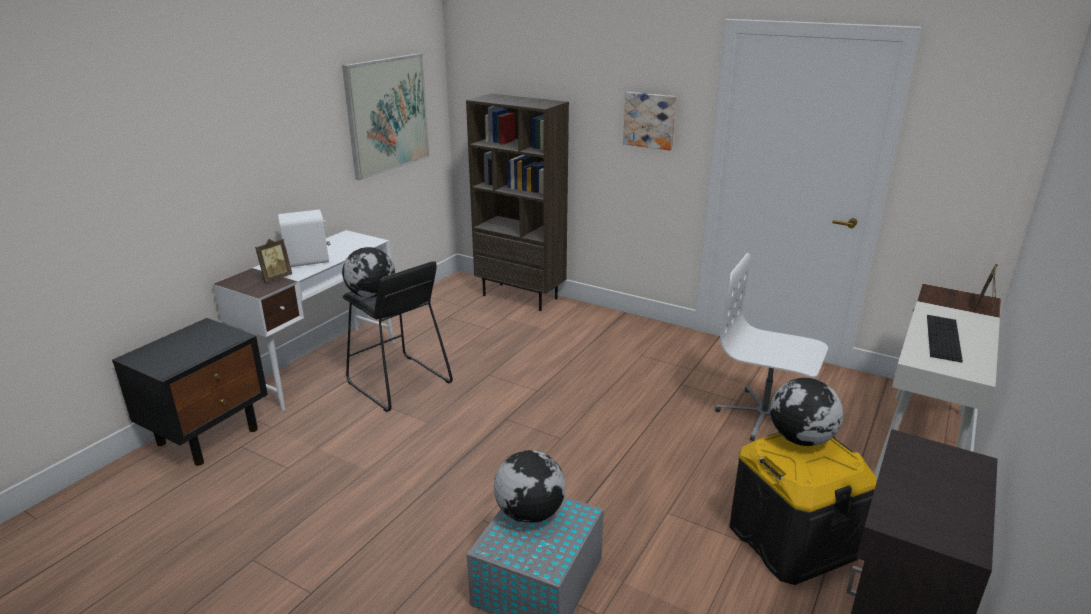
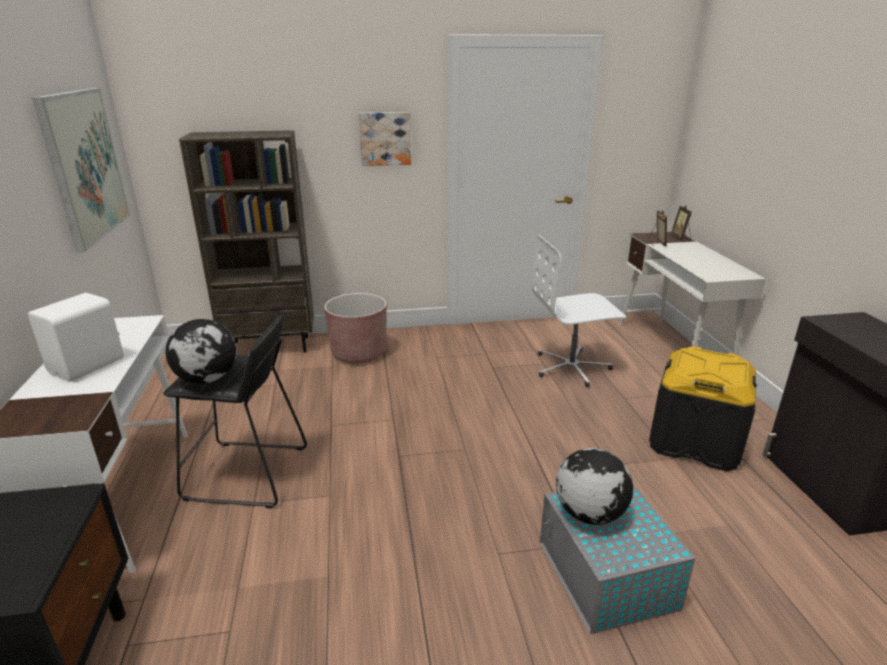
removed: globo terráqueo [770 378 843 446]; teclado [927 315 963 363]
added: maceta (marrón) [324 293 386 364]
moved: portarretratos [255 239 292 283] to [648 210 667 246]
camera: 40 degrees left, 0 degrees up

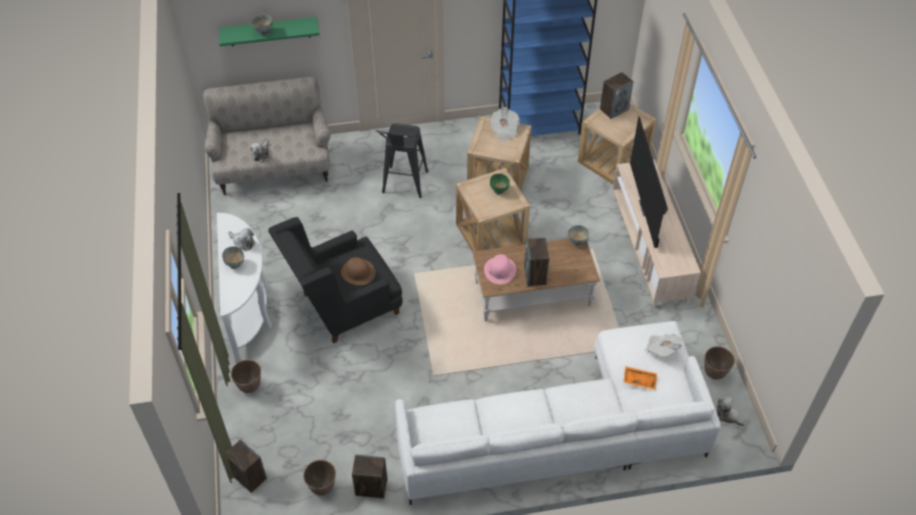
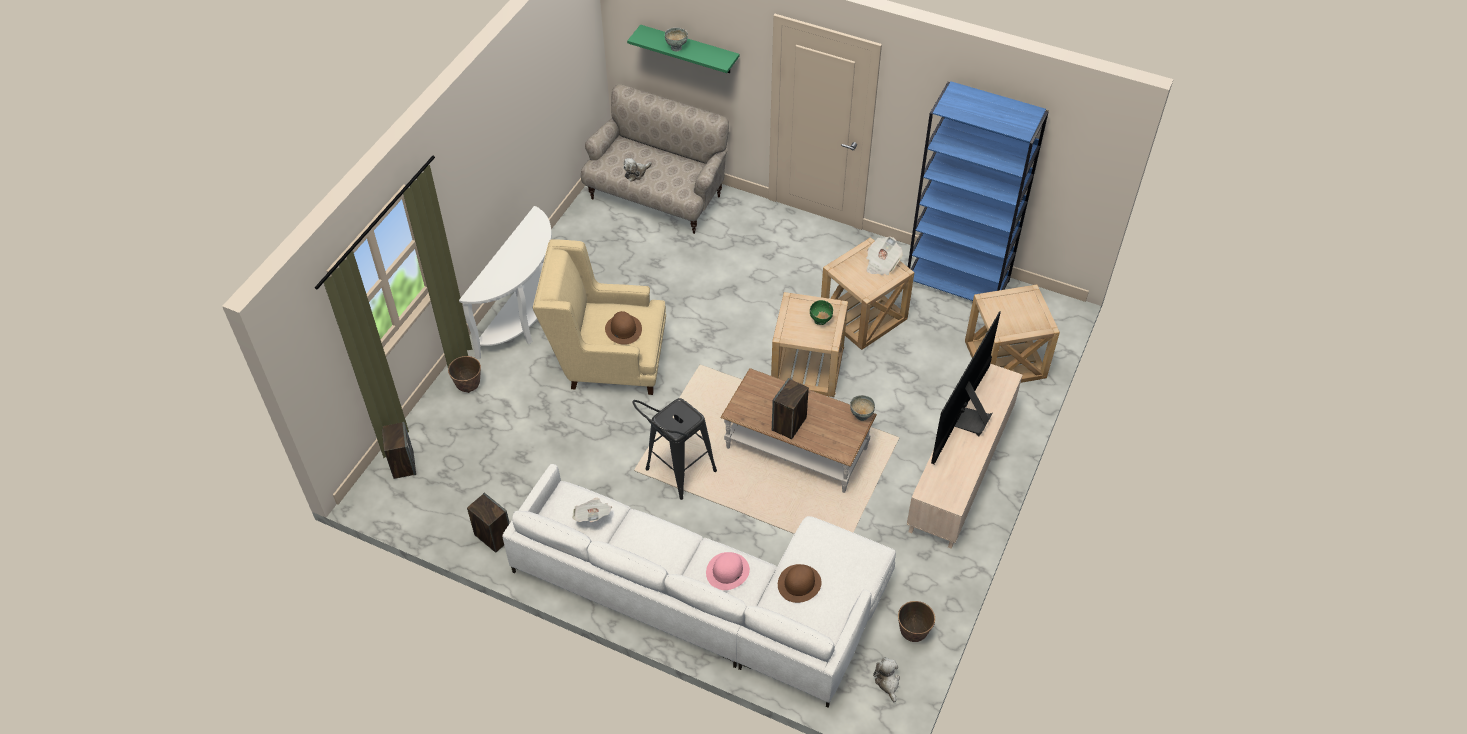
removed: cuenco (gris) [222 246 244 269]; peluche [228 228 256 251]; maceta [303 460 336 496]; altavoz [600 72 634 119]
moved: taburete (negro) [375 123 429 198] to [632 398 717 500]; sombrero (rosa) [484 254 516 284] to [706 552 750 590]; periódico [645 334 683 357] to [572 498 612 522]
replaced: bandeja (naranja) [624 366 657 390] to sombrero (marrón) [778 564 822 603]
recoloured: sillón (negro) [268 217 403 344] to sillón (beis) [533 239 666 395]
camera: 35 degrees right, 0 degrees up

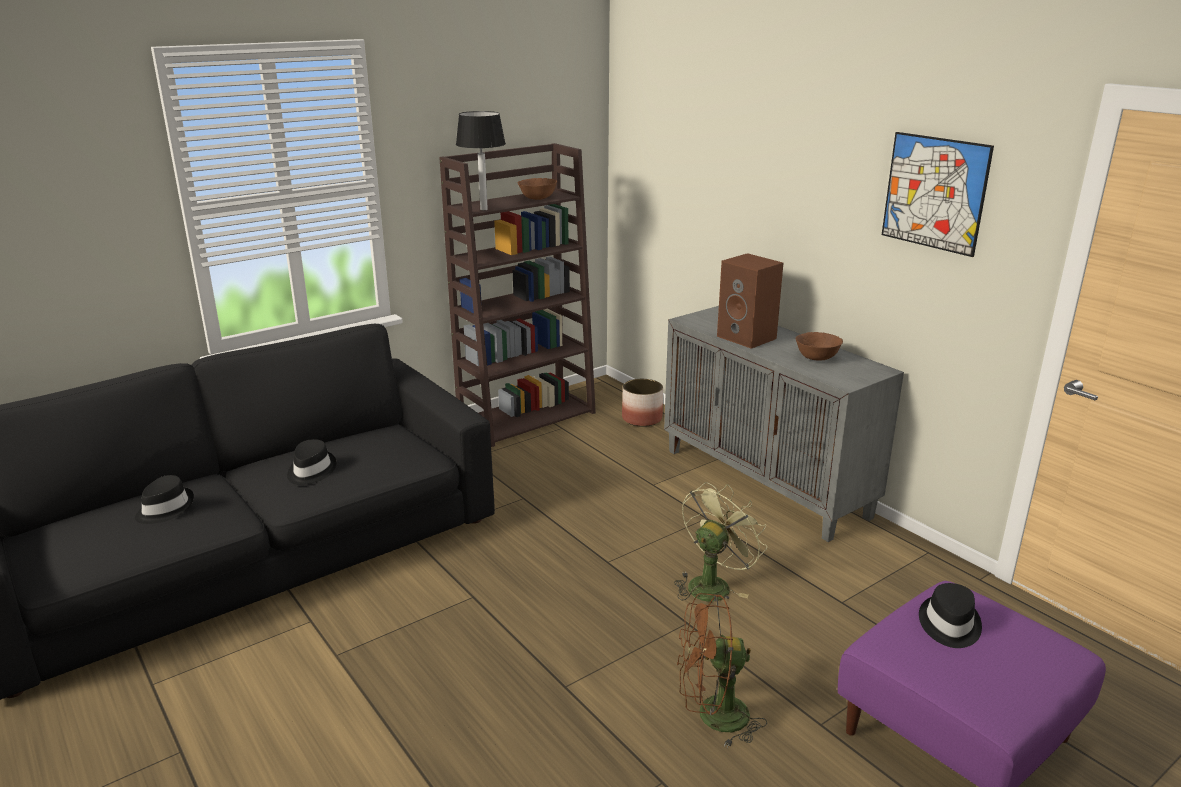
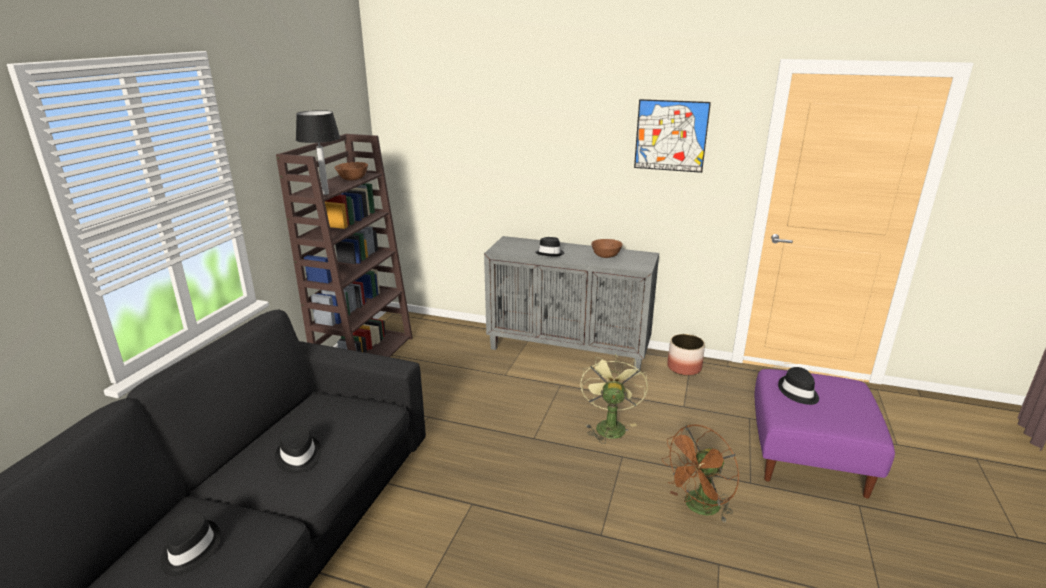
moved: maceta [622 379 663 427] to [667 334 705 376]
replaced: altavoz (marrón) [717 253 783 349] to sombrero (negro) [535 237 564 257]
camera: 35 degrees left, 0 degrees up

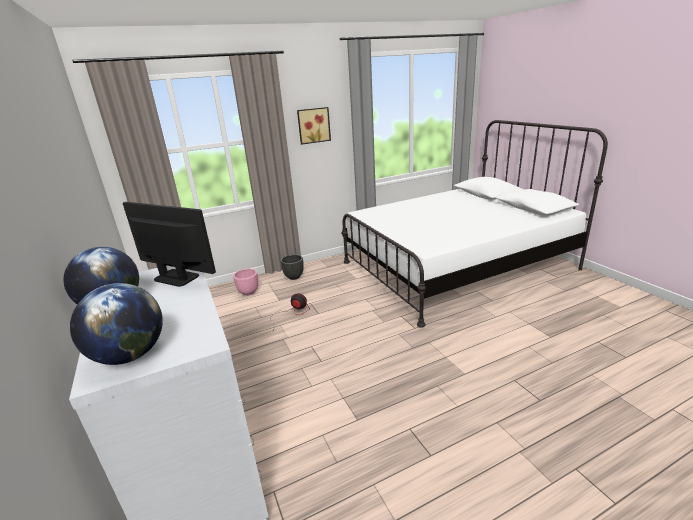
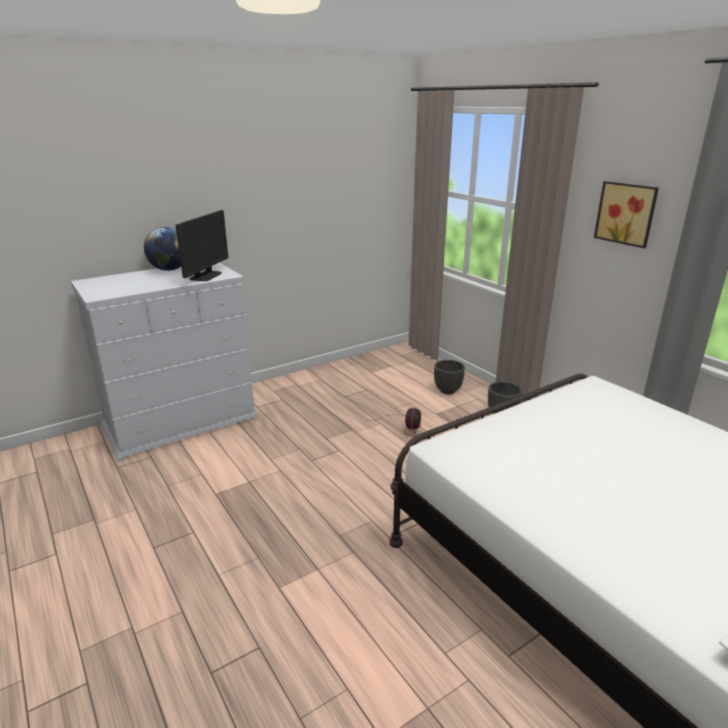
removed: globo terráqueo [70 283 163 365]
recoloured: maceta (rosa) [233 269 258 296] to maceta (negro) [434 360 465 394]
camera: 80 degrees right, 0 degrees up

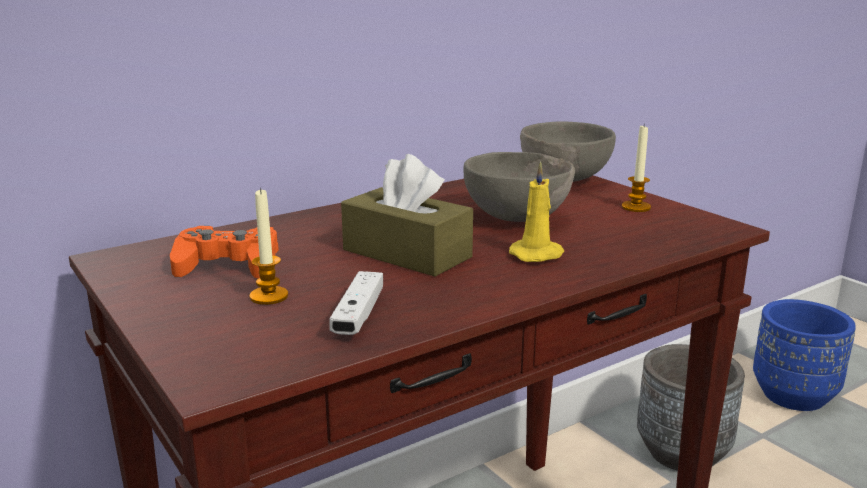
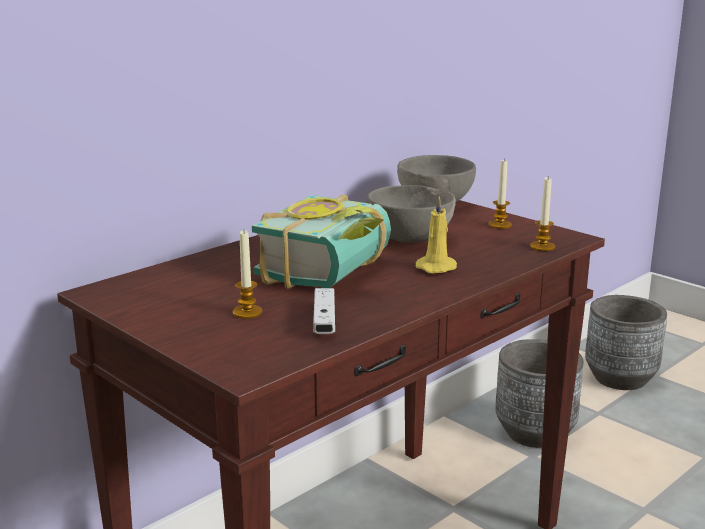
removed: mando de consola (naranja) [170 226 279 279]
added: vela [530 177 555 251]
replaced: caja de pañuelos (marrón) [341 154 473 277] to libro [252 195 391 289]
recoloured: maceta (azul) [753 299 856 411] to maceta (gris) [585 295 667 390]
camera: 10 degrees left, 0 degrees up

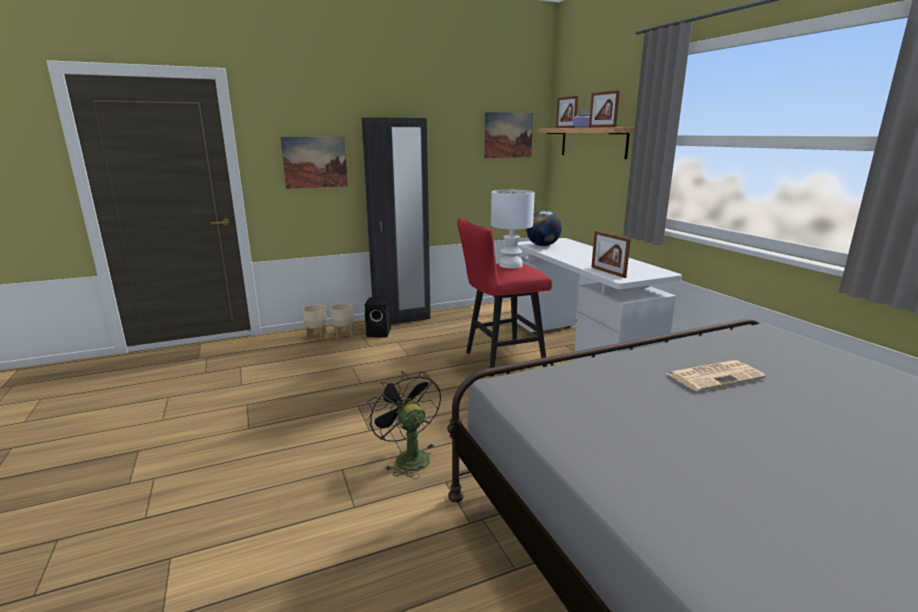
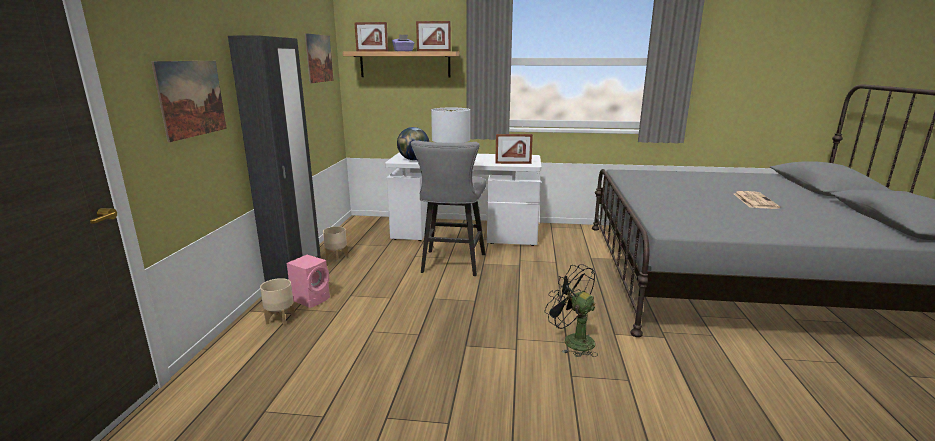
moved: maceta (beis) [303 305 327 340] to [323 226 348 262]; periódico [666 360 766 391] to [734 191 780 209]
recoloured: altavoz (negro) [364 297 391 337] to altavoz (rosa) [287 255 330 308]; taburete (rojo) [457 218 552 376] to taburete (gris) [411 140 486 276]
turned: ventilador (negro) [367 371 441 479] = [545 264 598 357] 45 degrees clockwise
camera: 60 degrees left, 0 degrees up

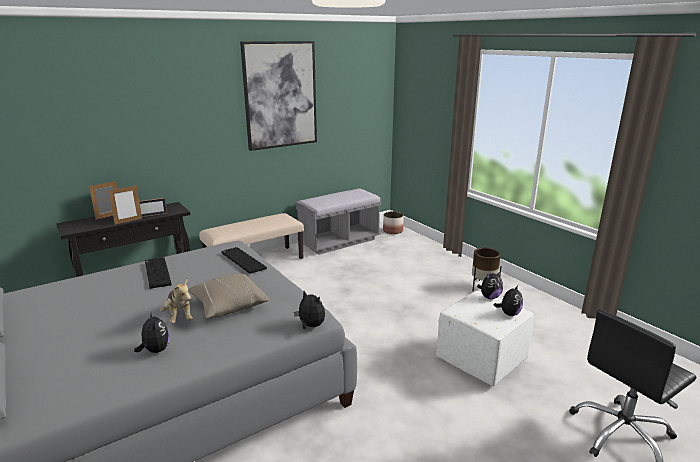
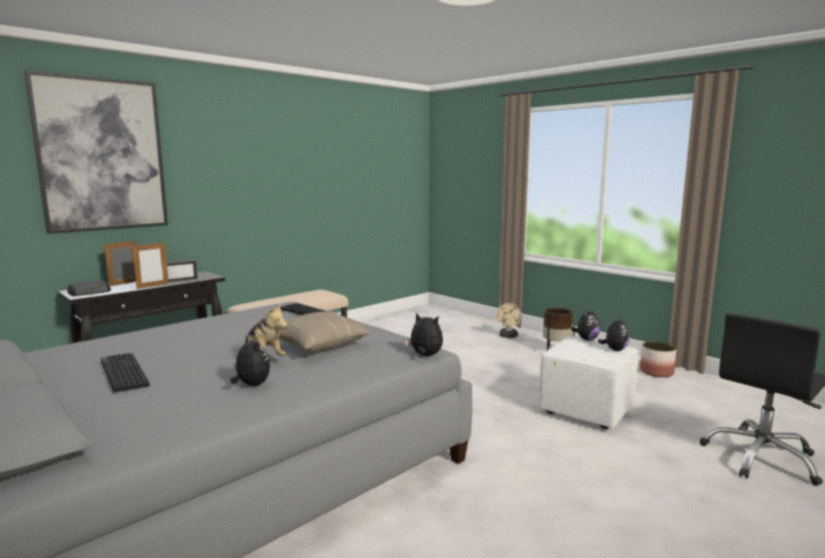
removed: banco (gris) [296 188 381 255]
added: radio [67 280 111 296]; ventilador (beis) [496 303 522 338]
moved: teclado [145 257 172 289] to [101 353 150 392]; cuadro [240 41 317 151] to [24 70 168 234]; maceta [383 212 404 234] to [640 341 676 377]
camera: 10 degrees left, 10 degrees down

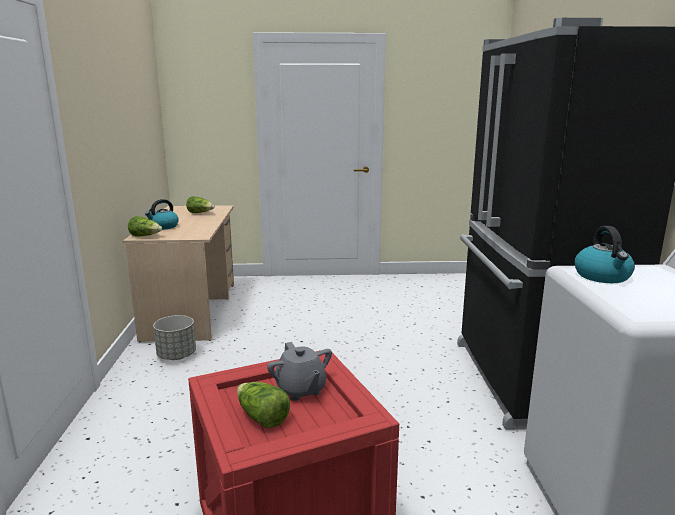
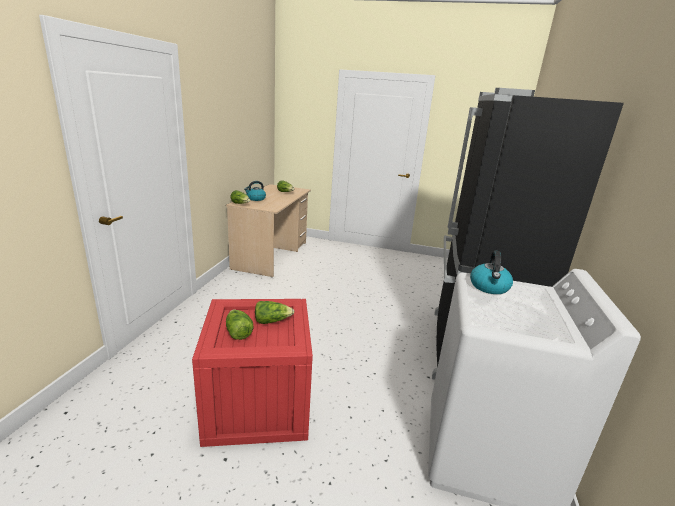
removed: maceta (gris) [153 315 196 360]
replaced: tetera (gris) [267 342 332 401] to lechuga [255 301 295 324]
camera: 15 degrees right, 5 degrees up

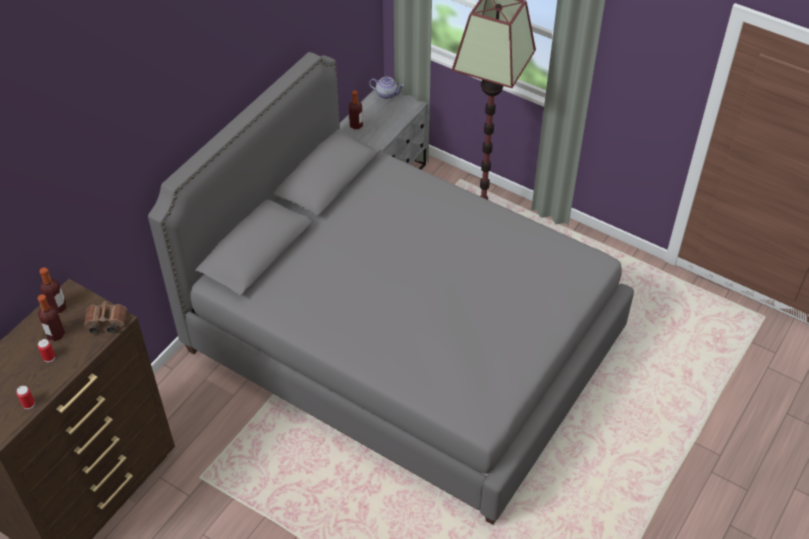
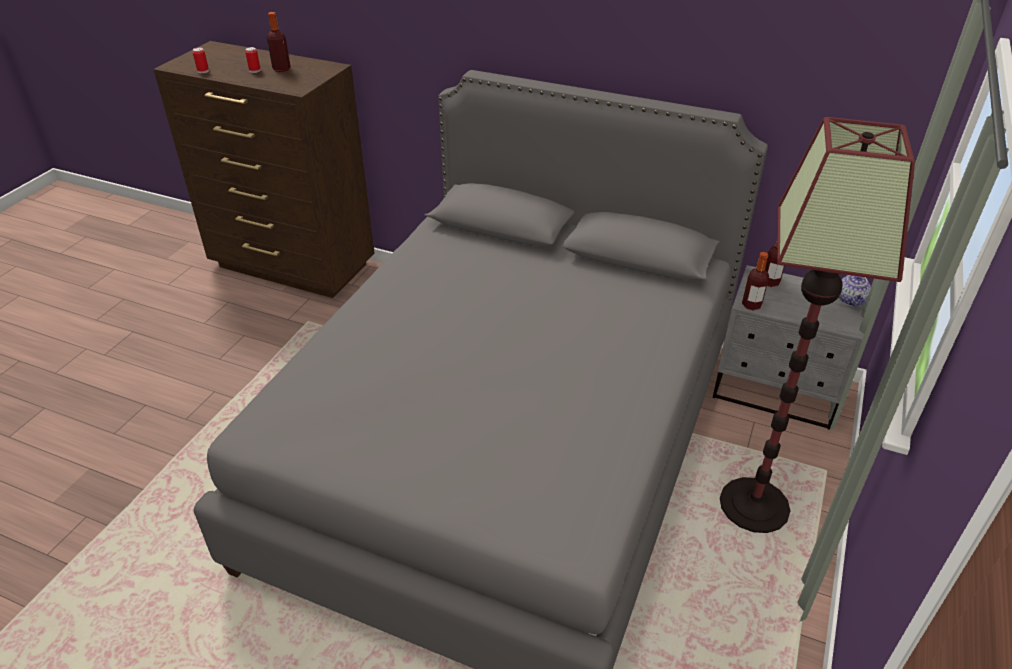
removed: prismáticos (marrón) [84 301 127 334]
moved: botella [40 267 66 314] to [742 252 769 310]
camera: 80 degrees right, 10 degrees down

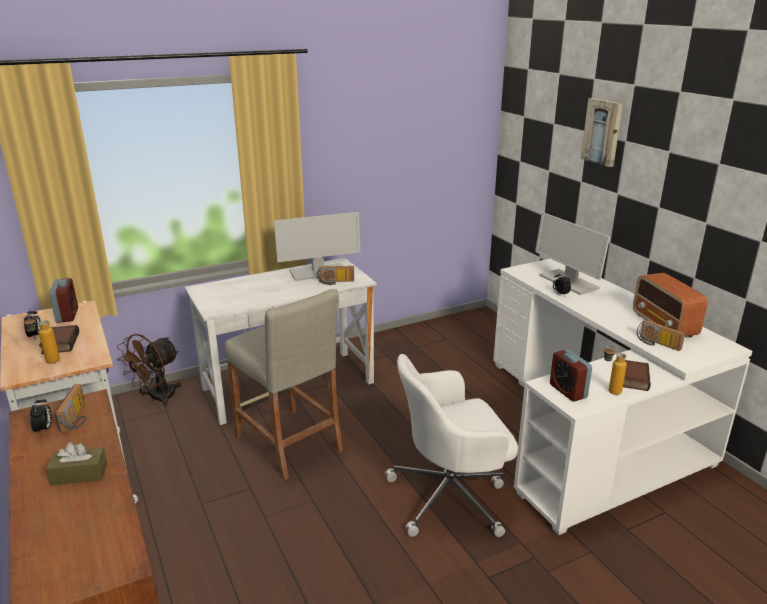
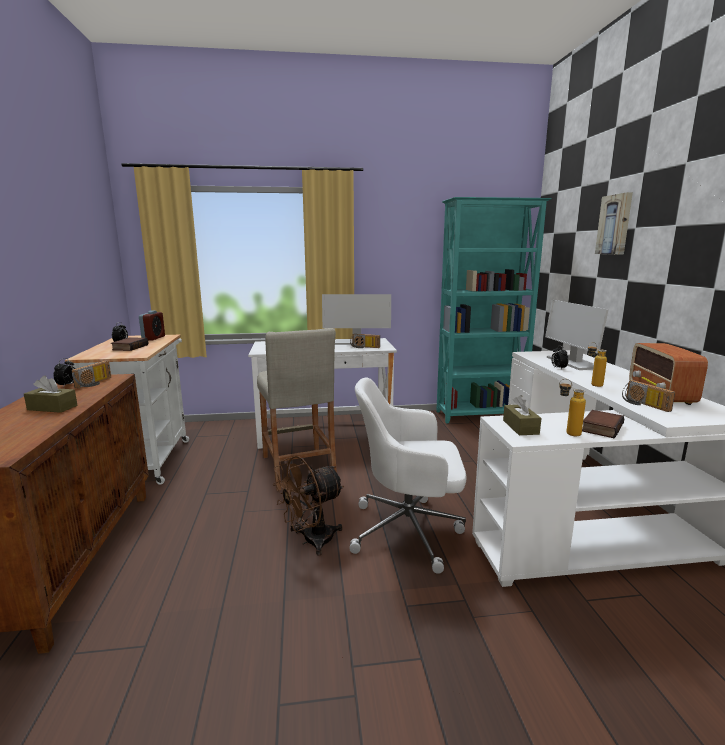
added: estantería (turquesa) [436 197 552 424]
moved: botella [23 316 60 364] to [588 342 607 387]; ventilador (marrón) [117 334 181 407] to [273 456 344 556]
replaced: despertador [550 349 592 402] to caja de pañuelos (marrón) [503 395 541 435]
camera: 20 degrees right, 10 degrees down

